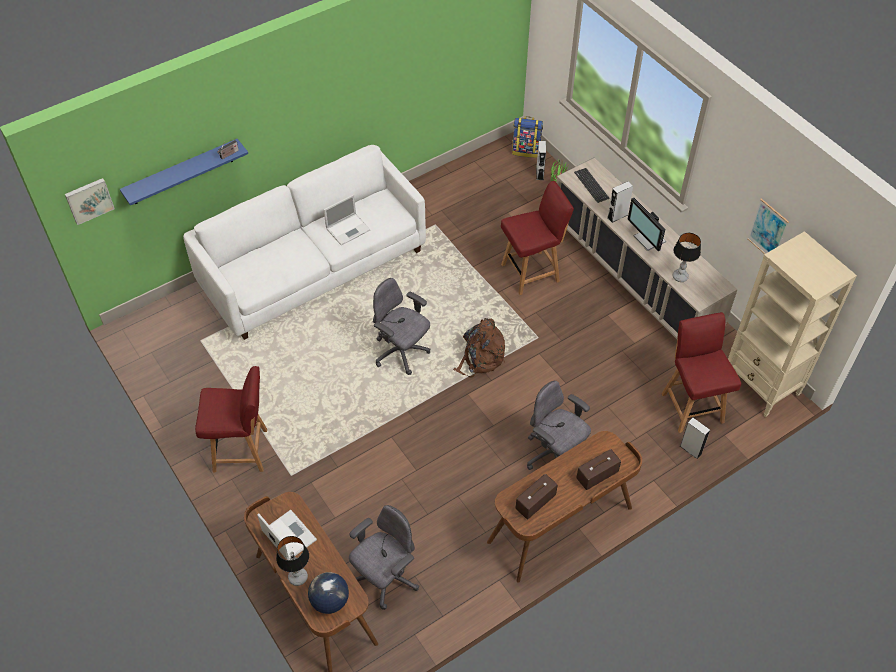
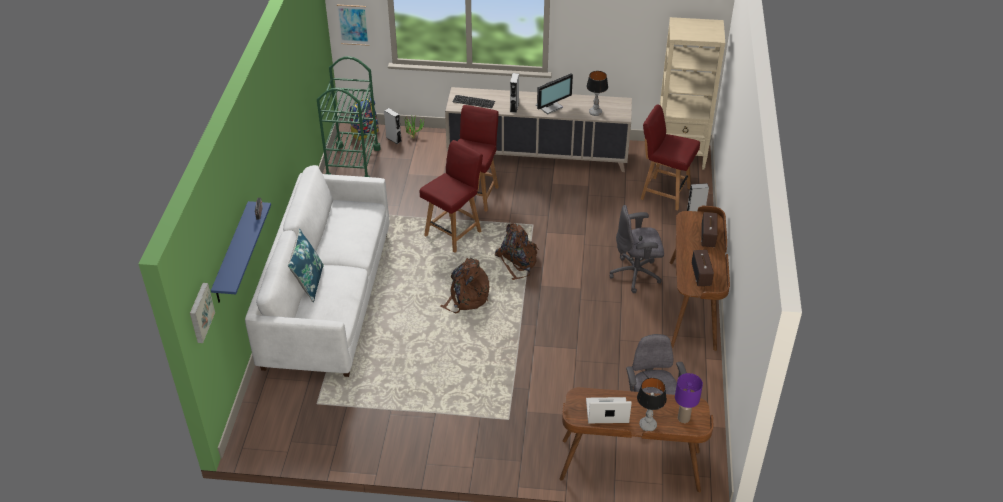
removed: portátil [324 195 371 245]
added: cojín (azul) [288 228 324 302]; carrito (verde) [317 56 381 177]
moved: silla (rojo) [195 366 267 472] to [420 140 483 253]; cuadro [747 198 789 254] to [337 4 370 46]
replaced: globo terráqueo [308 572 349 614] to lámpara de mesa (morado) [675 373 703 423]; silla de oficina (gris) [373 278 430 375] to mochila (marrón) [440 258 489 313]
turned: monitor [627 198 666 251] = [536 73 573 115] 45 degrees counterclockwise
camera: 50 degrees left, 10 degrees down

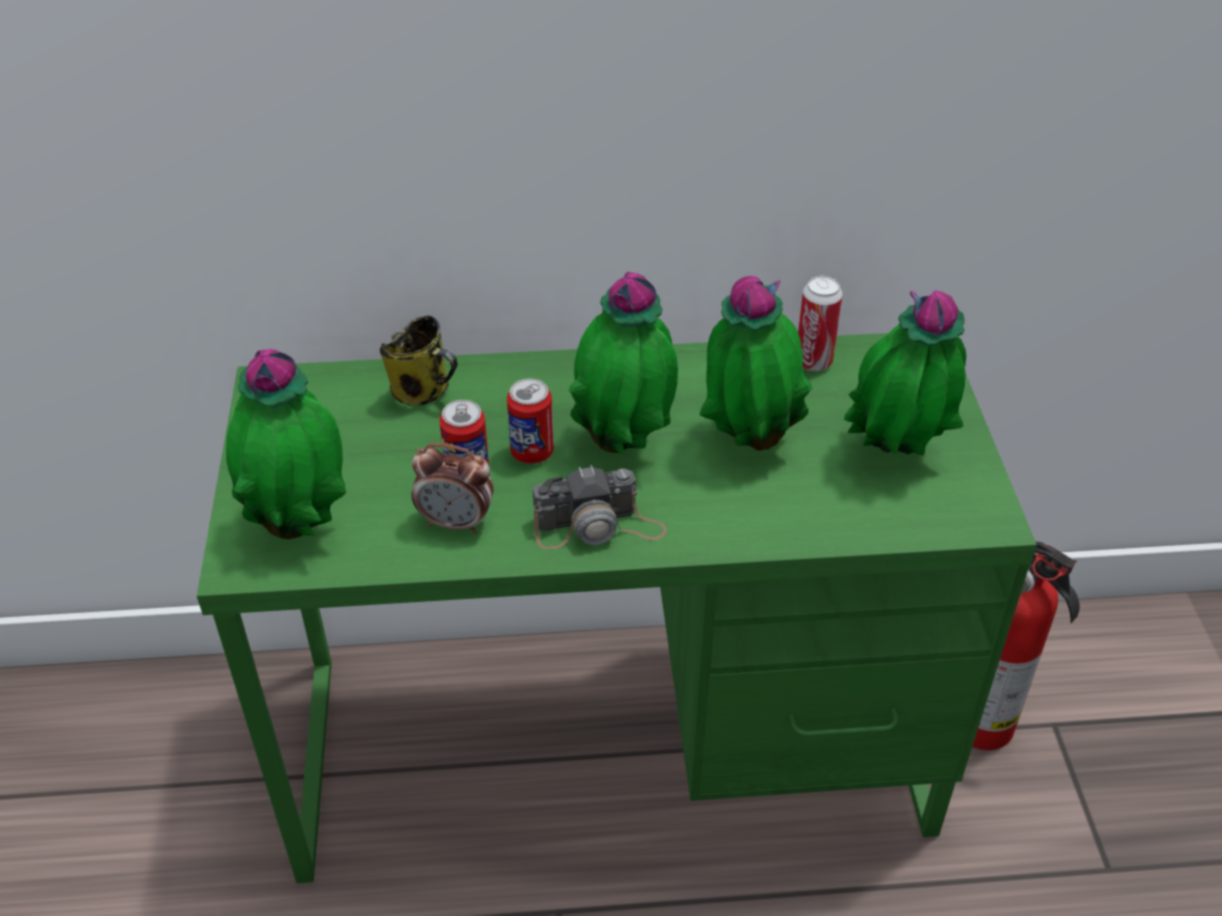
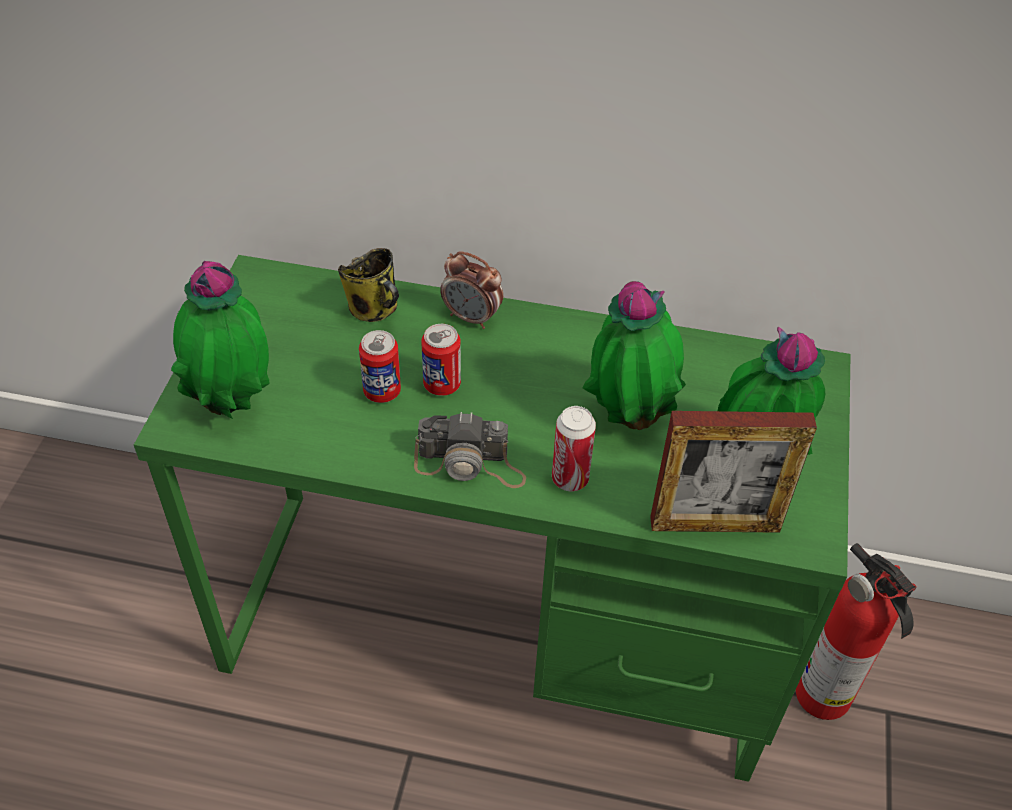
removed: planta en maceta [569 272 678 455]
added: portarretratos [650 411 817 533]
moved: despertador [411 443 493 534] to [440 251 503 329]; lata [798 276 843 371] to [552 406 596 491]
camera: 15 degrees right, 5 degrees up

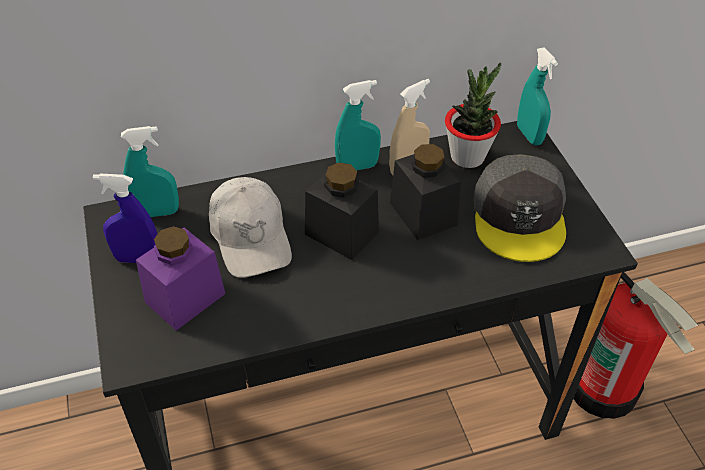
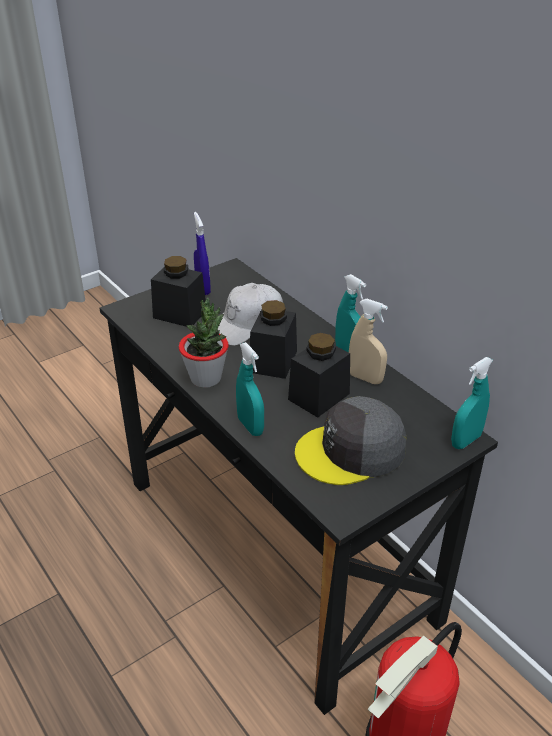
moved: pulverizador (turquesa) [121 126 179 217] to [236 342 264 436]; planta en maceta [445 62 501 168] to [179 297 229 388]
recoloured: tarro (morado) [136 226 225 330] to tarro (negro) [151 256 206 327]
camera: 70 degrees right, 10 degrees down

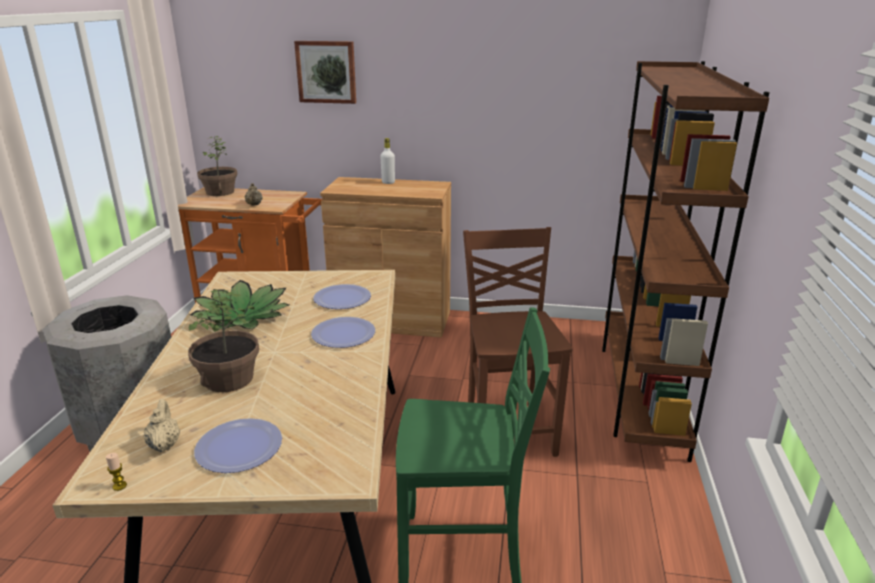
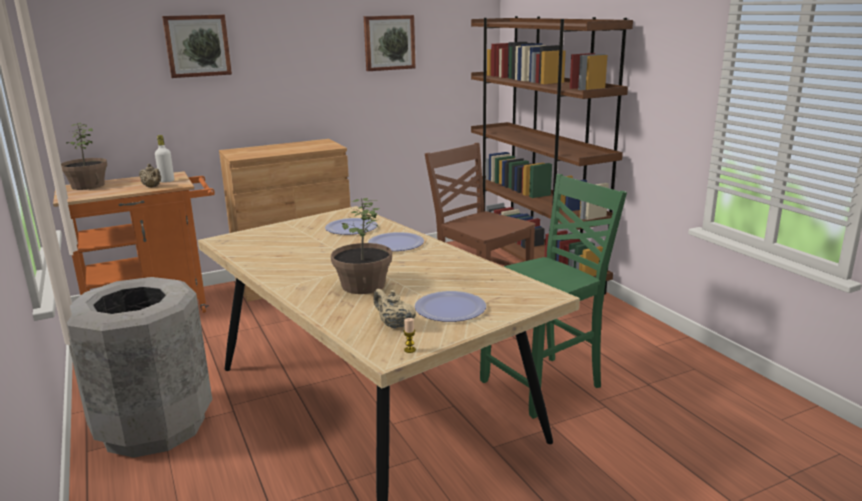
removed: planta en maceta [190 280 289 329]
added: cuadro [364 15 415 71]
moved: botella (blanco) [380 138 395 184] to [155 135 174 183]
camera: 35 degrees left, 5 degrees down

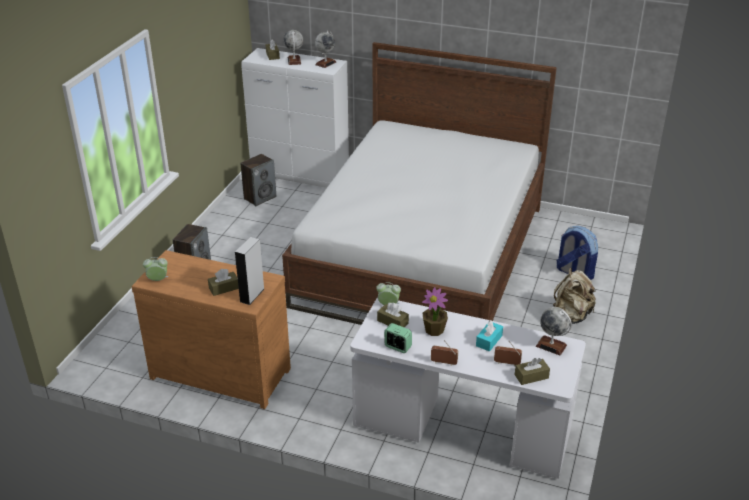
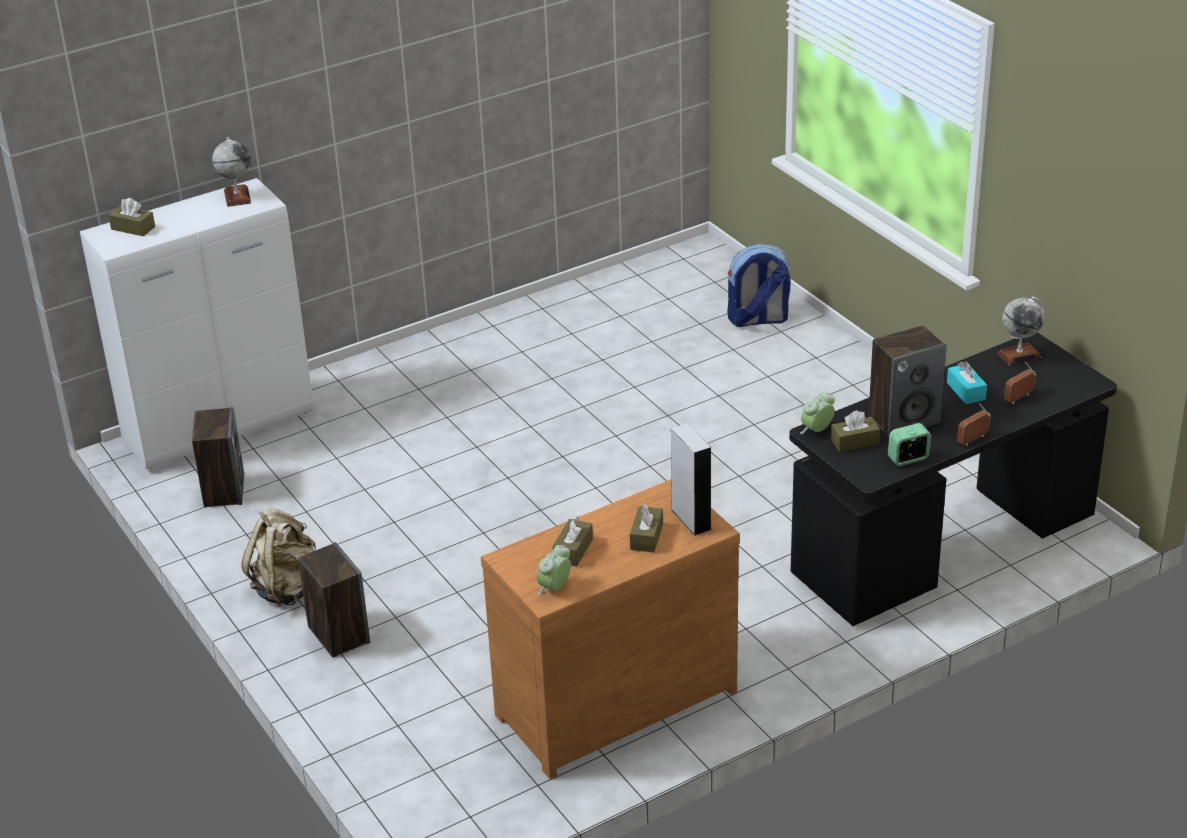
removed: cama [282 42 557 325]; globo terráqueo [283 30 303 65]
moved: caja de pañuelos (marrón) [515 358 550 385] to [553 517 593 567]; mochila (beis) [553 268 596 324] to [241 508 316 606]
replaced: planta en maceta [422 287 448 336] to altavoz [869 325 946 437]
recoloured: escritorio (blanco) [350 297 586 479] to escritorio (negro) [789 333 1117 626]
camera: 50 degrees left, 0 degrees up

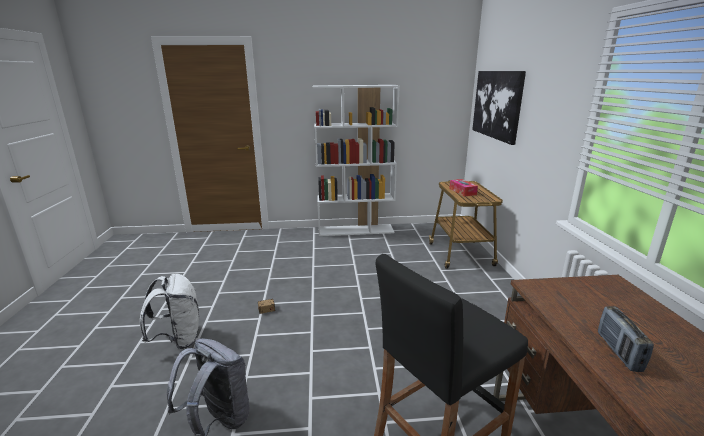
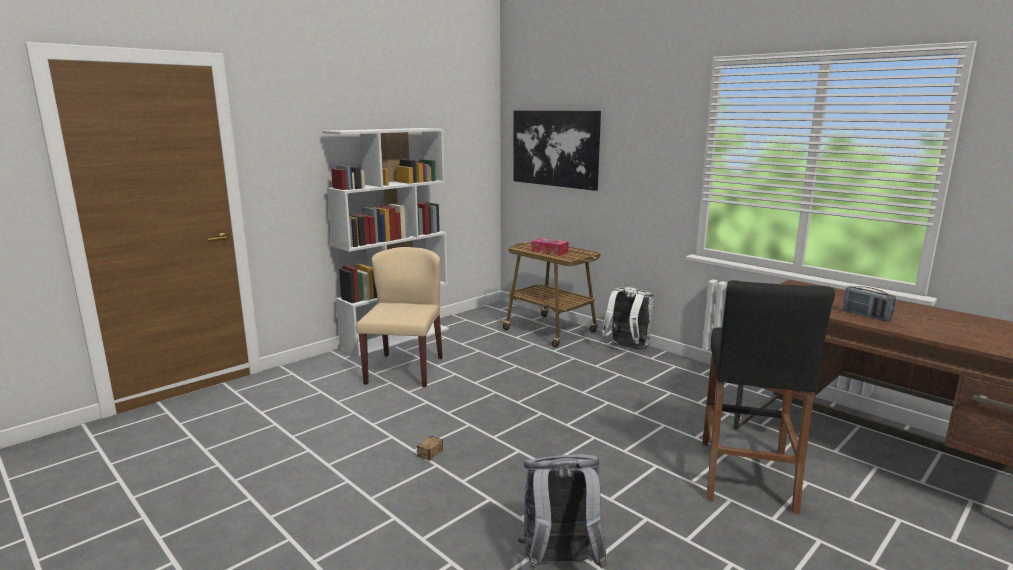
added: silla (beis) [356 247 443 387]
moved: mochila (blanco) [140 273 199 349] to [602 287 654 350]
camera: 40 degrees left, 5 degrees down

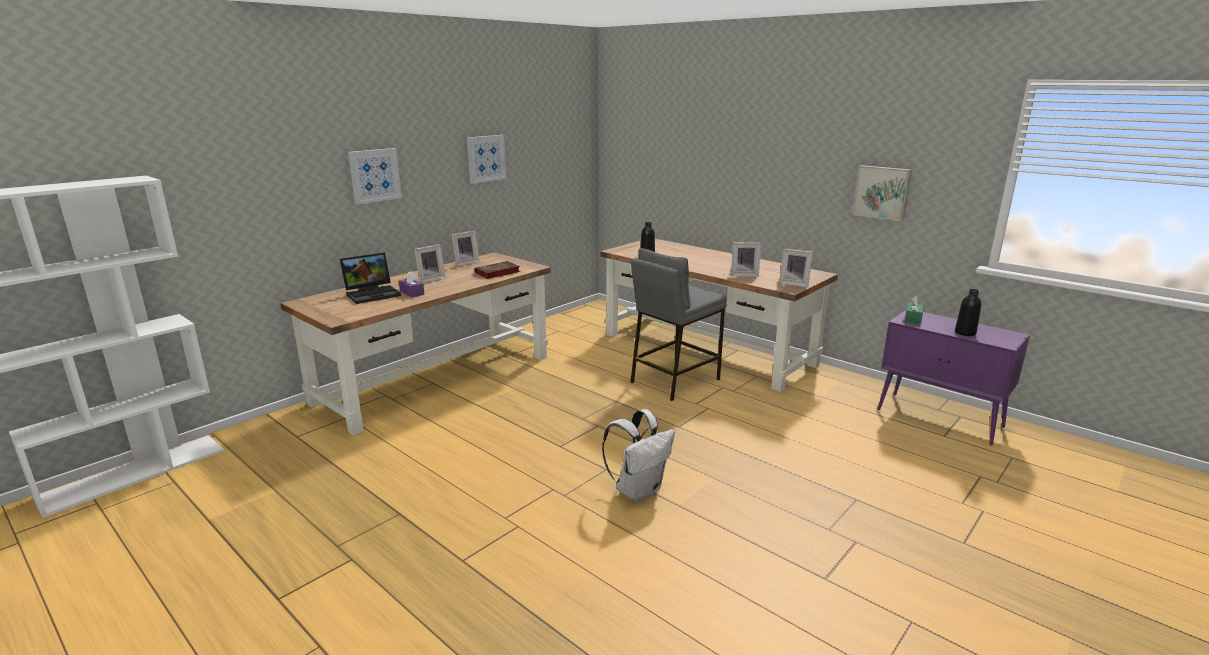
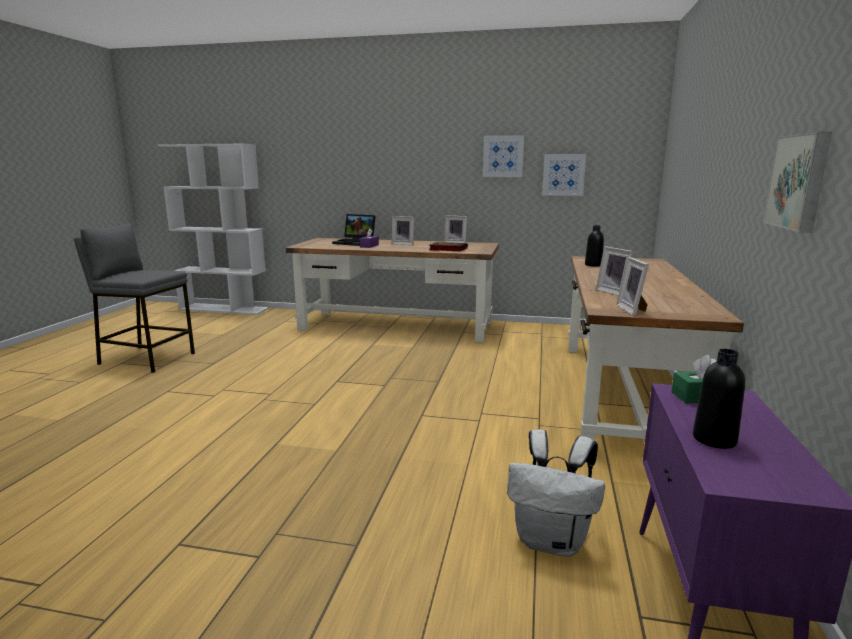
moved: cuadro [348 148 402 204] to [542 154 586 196]; mochila (blanco) [602 409 675 501] to [507 429 605 557]; taburete (gris) [630 248 727 401] to [74 223 195 373]
camera: 60 degrees right, 5 degrees down

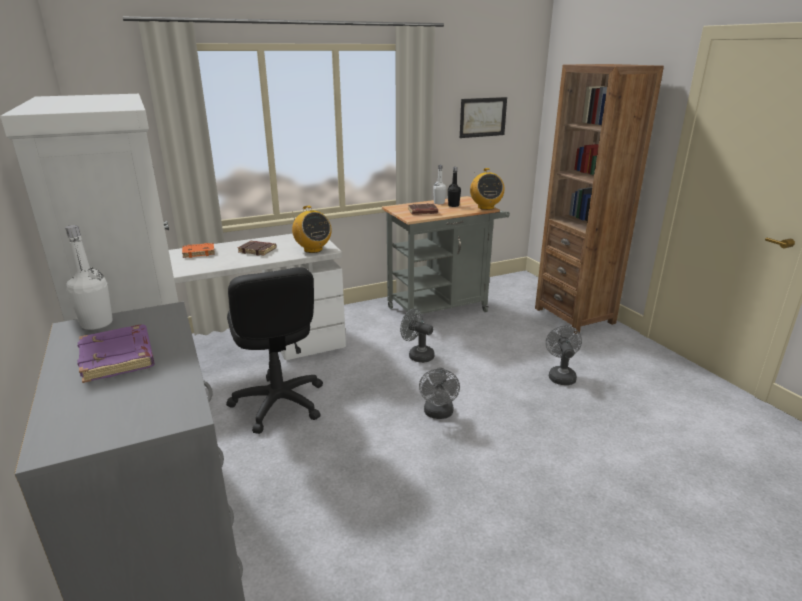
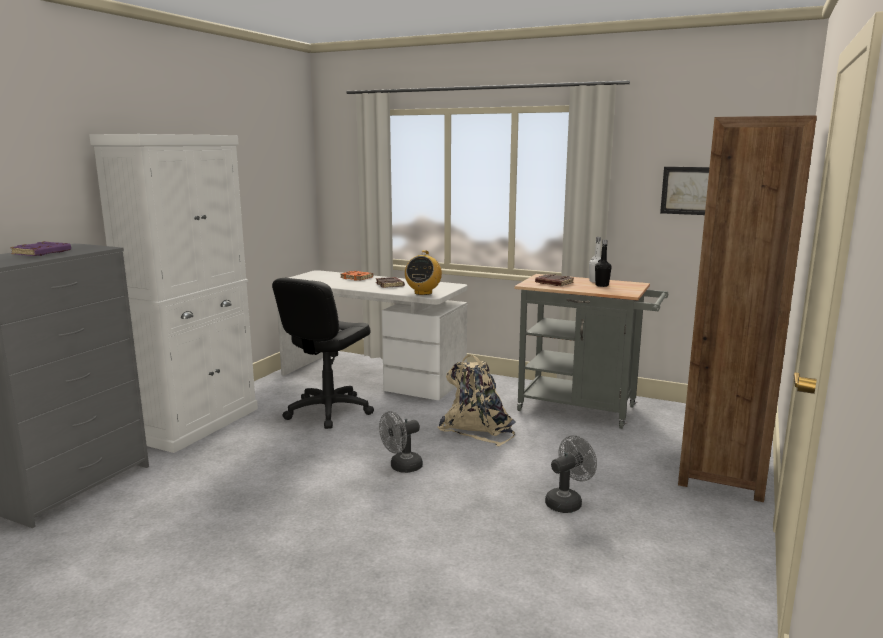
removed: botella (blanco) [65 225 113 330]; radio [470 168 505 210]
replaced: ventilador (gris) [400 309 435 363] to mochila (beis) [437 355 516 446]
camera: 50 degrees right, 10 degrees down

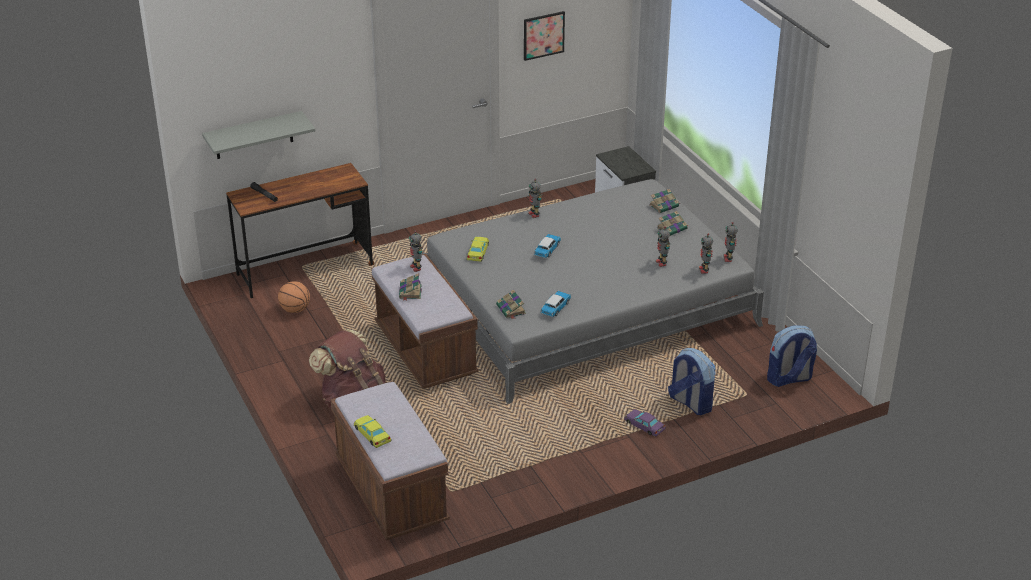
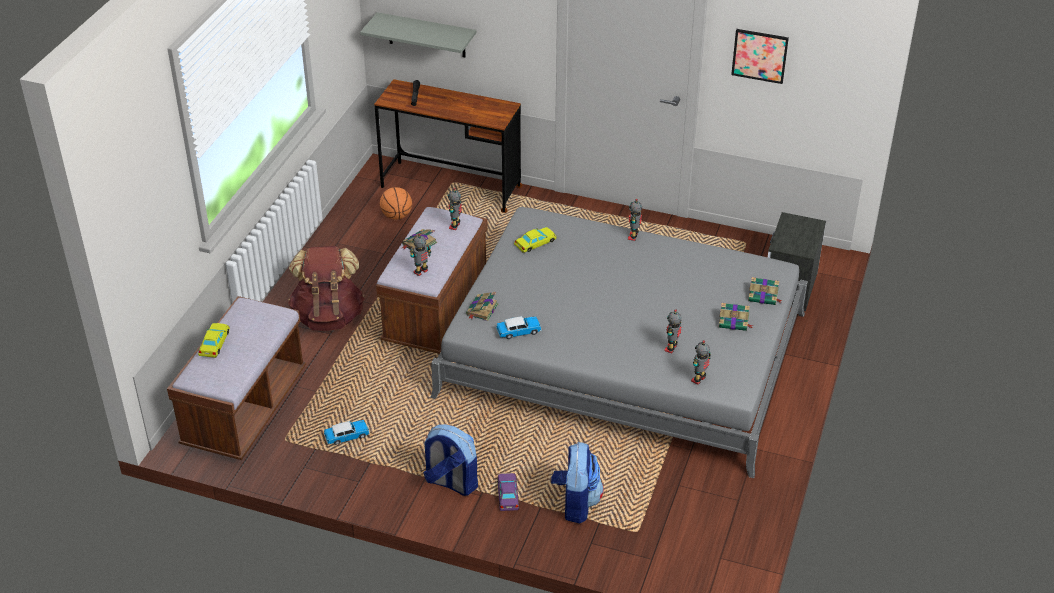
moved: coche de juguete [534 234 561 258] to [324 420 370 445]; robot de juguete [724 222 738 262] to [410 233 431 276]; mochila [767 325 817 387] to [423 424 478 496]
camera: 45 degrees right, 5 degrees up

